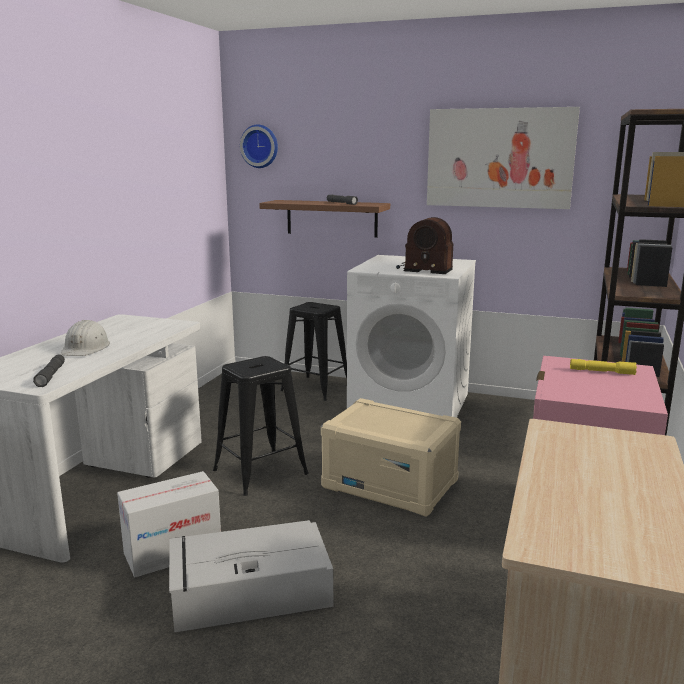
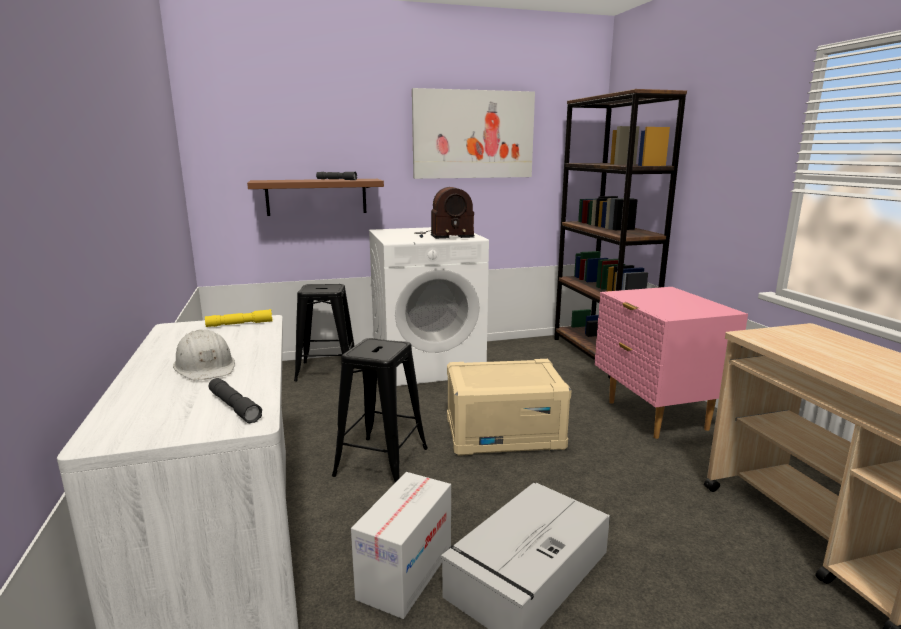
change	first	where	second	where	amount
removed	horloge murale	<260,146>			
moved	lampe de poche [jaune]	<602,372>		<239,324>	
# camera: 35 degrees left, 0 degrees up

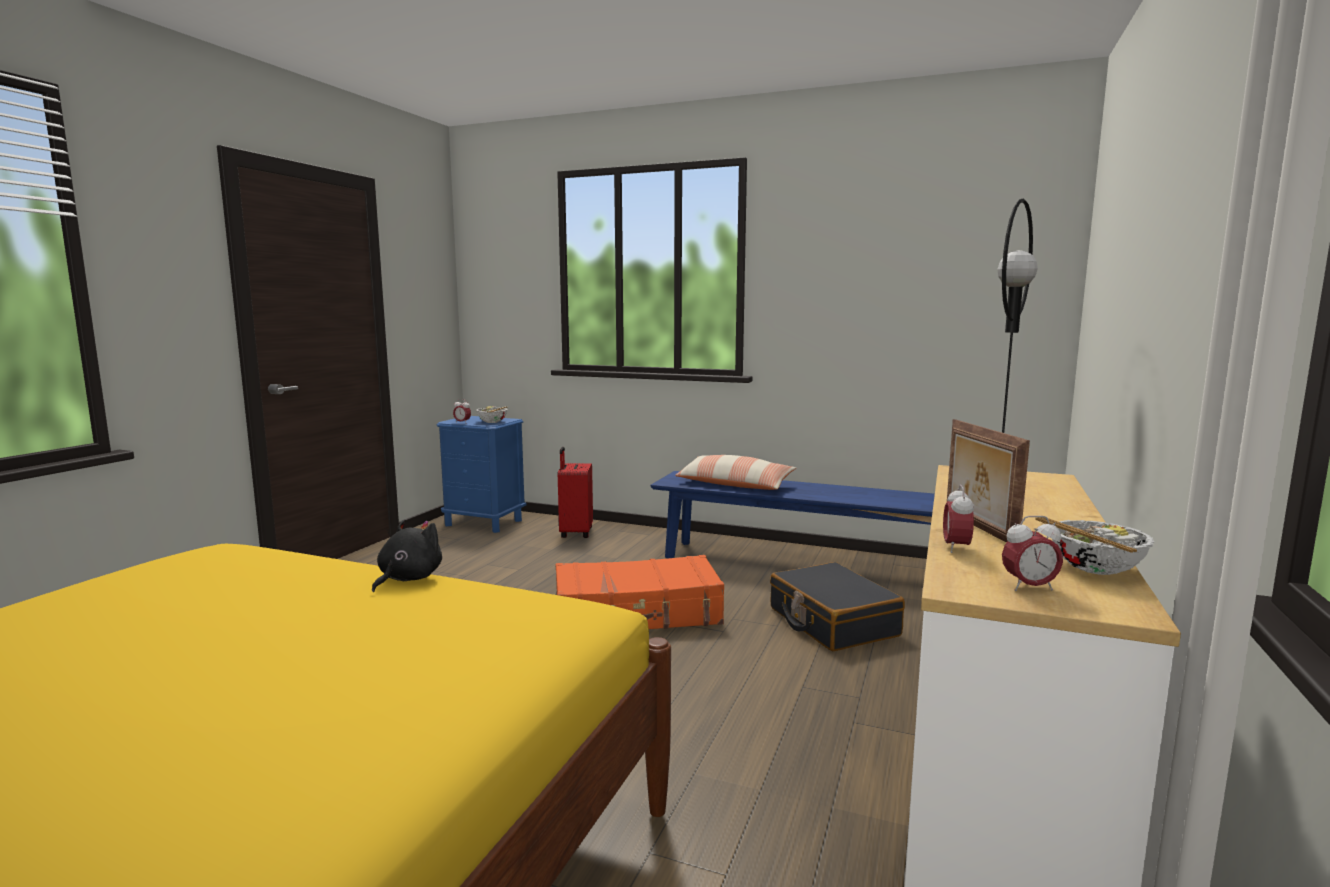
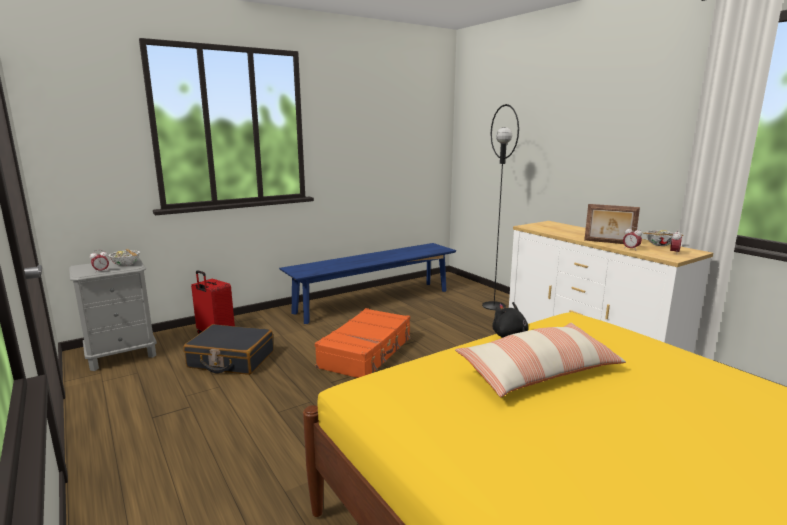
change	first	where	second	where	amount
recoloured	table de chevet [bleu]	<484,523>	table de chevet [gris]	<122,355>	
moved	coussin	<734,485>		<539,372>	
moved	valise [noir]	<832,622>		<231,360>	
# camera: 55 degrees left, 5 degrees up

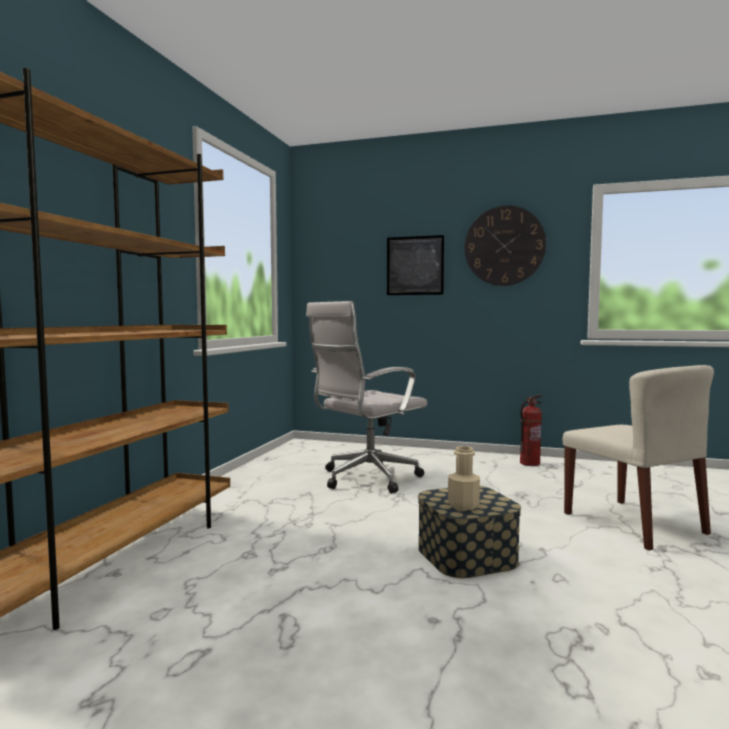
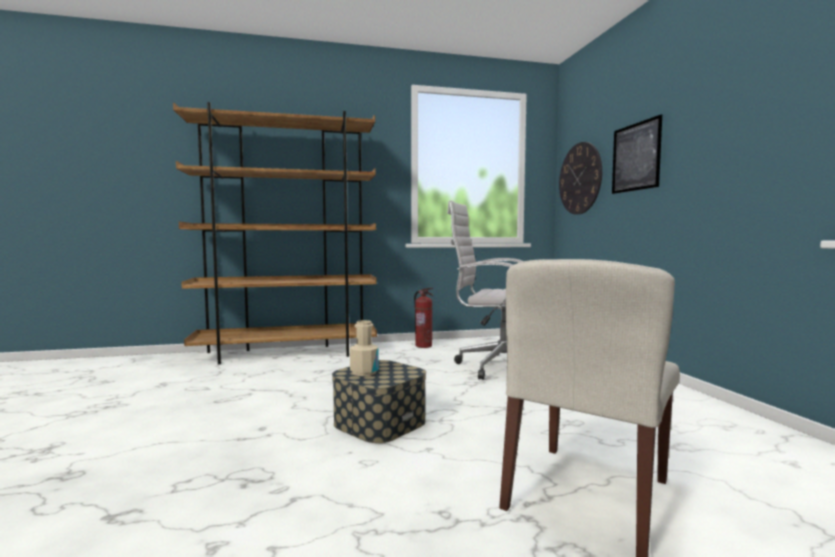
change	first	where	second	where	amount
moved	horloge murale	<504,246>		<580,178>	
moved	extincteur	<529,463>		<424,346>	
# camera: 60 degrees right, 0 degrees up

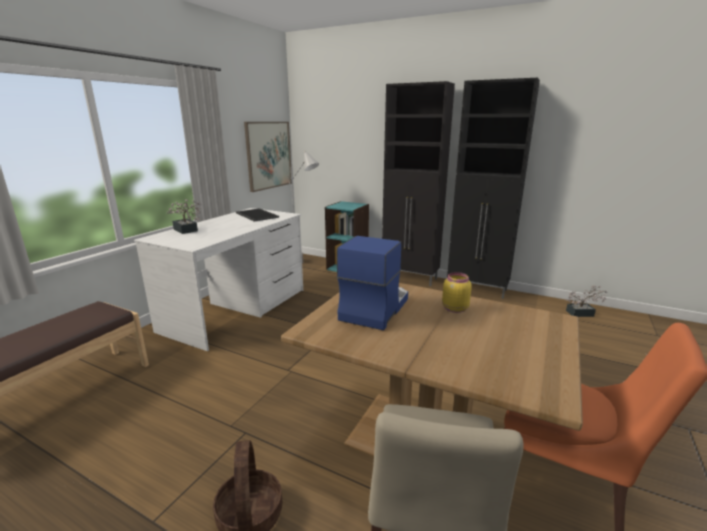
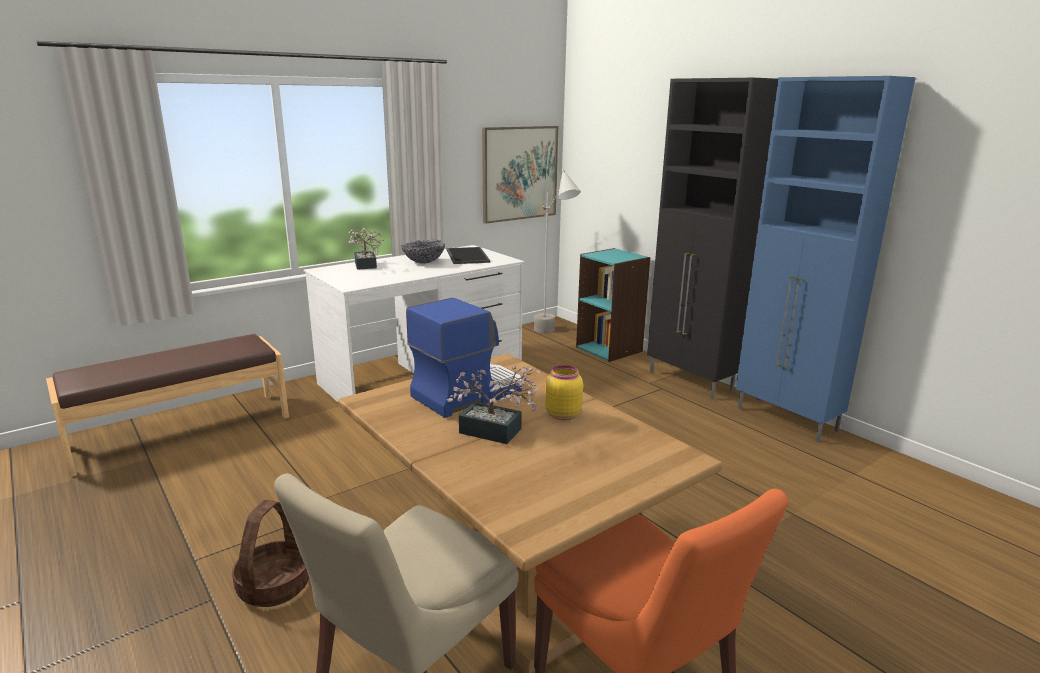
change	first	where	second	where	amount
recoloured	meuble de rangement [noir]	<478,290>	meuble de rangement [bleu]	<787,420>	
moved	plante en pot	<582,313>		<496,432>	
added			bol	<423,262>	
# camera: 25 degrees right, 0 degrees up

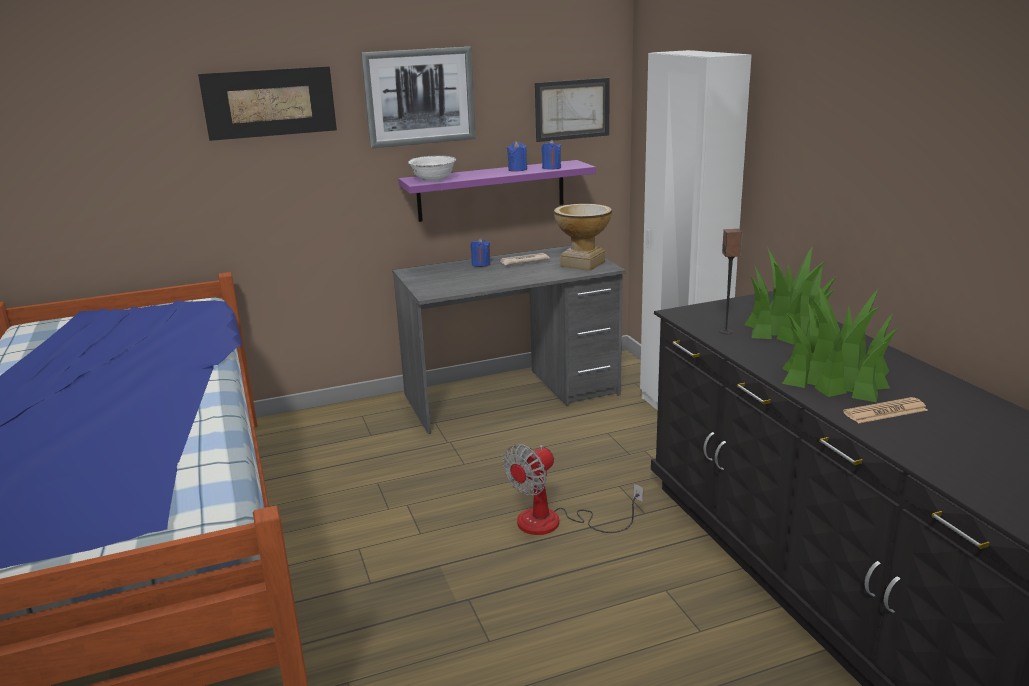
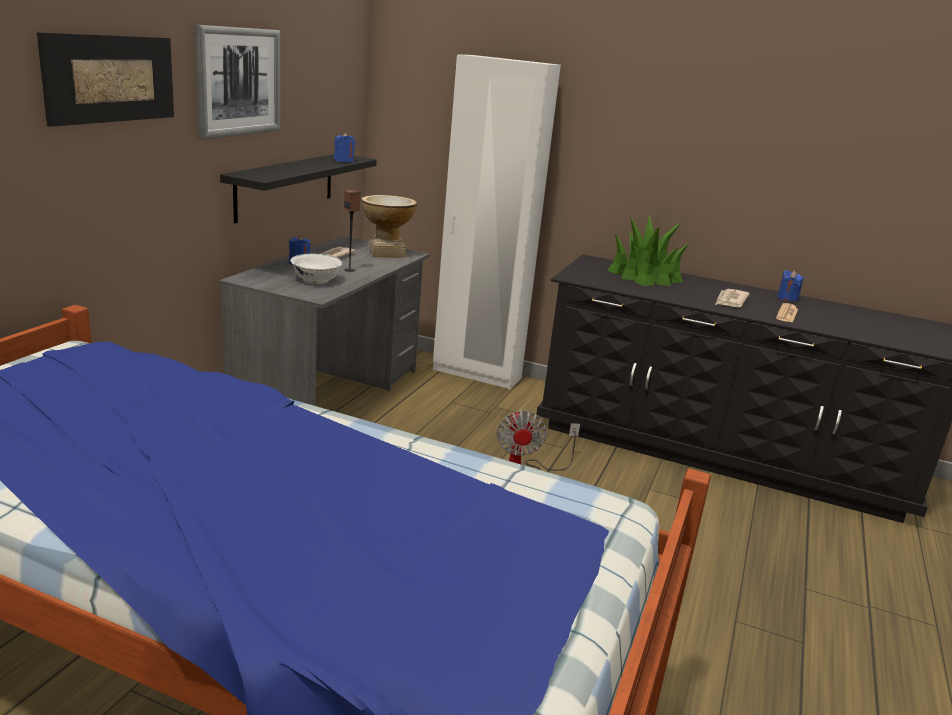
change	first	where	second	where	amount
recoloured	étagère [violet]	<491,190>	étagère [noir]	<285,186>	
moved	bol [blanc]	<433,179>		<315,280>	
moved	bougie [bleu]	<517,169>		<787,299>	
removed	tableau	<572,109>			
moved	enceinte	<726,331>		<349,270>	
replaced	plante en pot	<835,377>	journal	<730,300>	
# camera: 50 degrees left, 0 degrees up

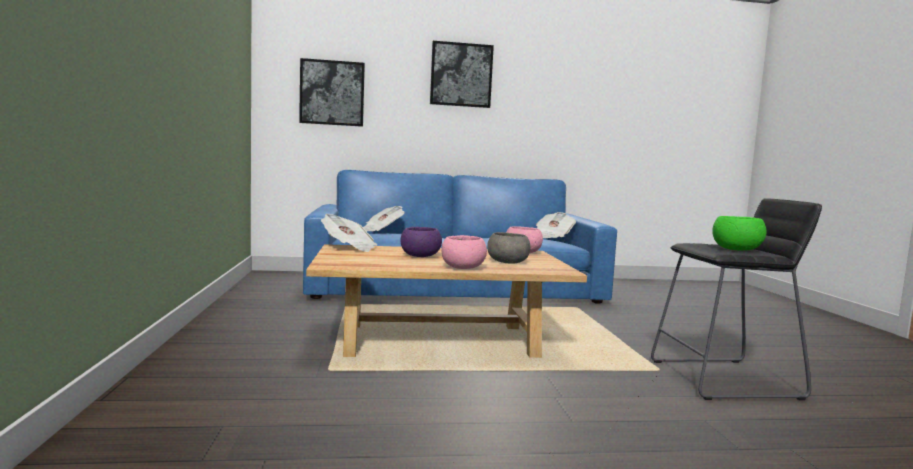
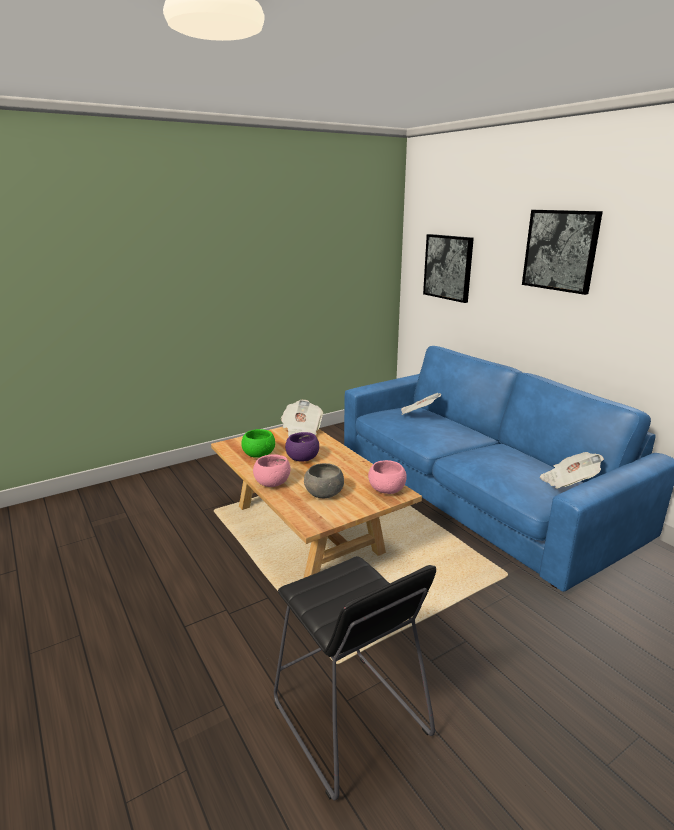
change	first	where	second	where	amount
moved	bol [vert]	<736,249>		<259,454>	
# camera: 65 degrees right, 15 degrees up

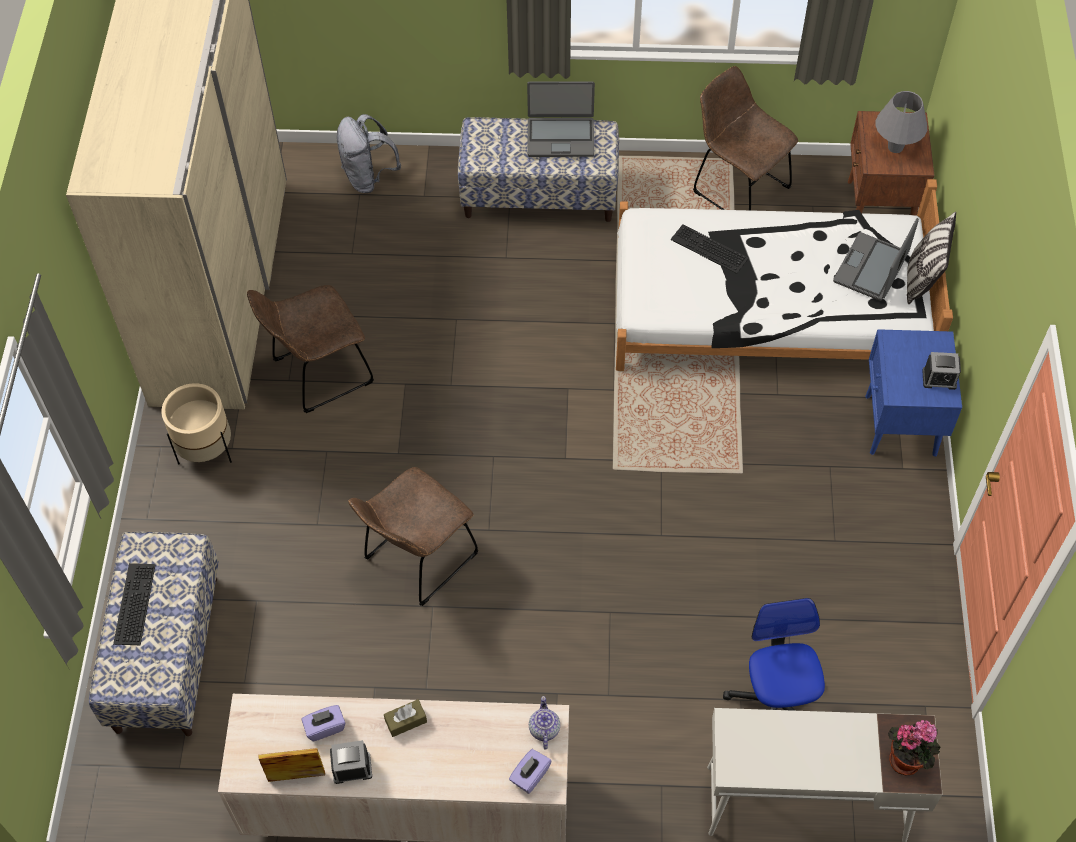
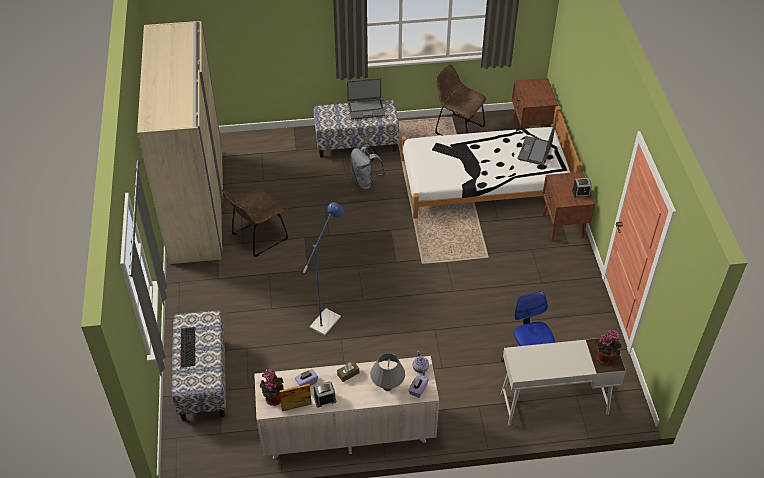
change	first	where	second	where	amount
removed	cache-pot [beige]	<206,450>			
moved	sac à dos [gris]	<368,177>		<365,181>	
replaced	chaise [marron]	<417,560>	lampadaire [bleu]	<328,318>	
recoloured	table de chevet [bleu]	<900,426>	table de chevet [marron]	<563,227>	
moved	lampe de table [gris]	<895,147>		<387,386>	
removed	coussin	<922,278>			
added			plante en pot	<273,398>	
# camera: 10 degrees left, 10 degrees down

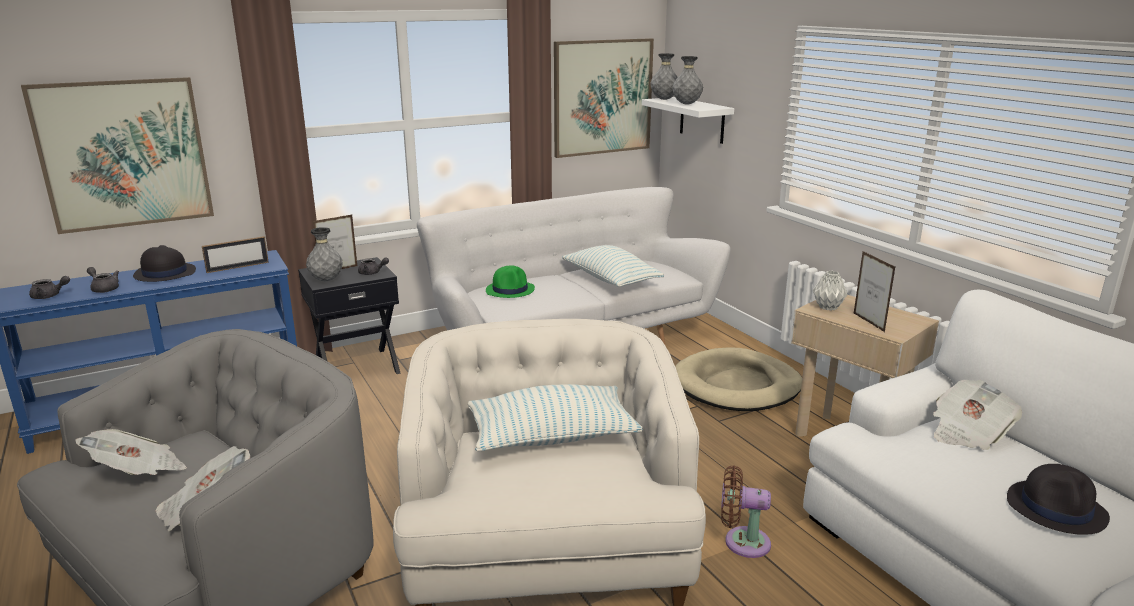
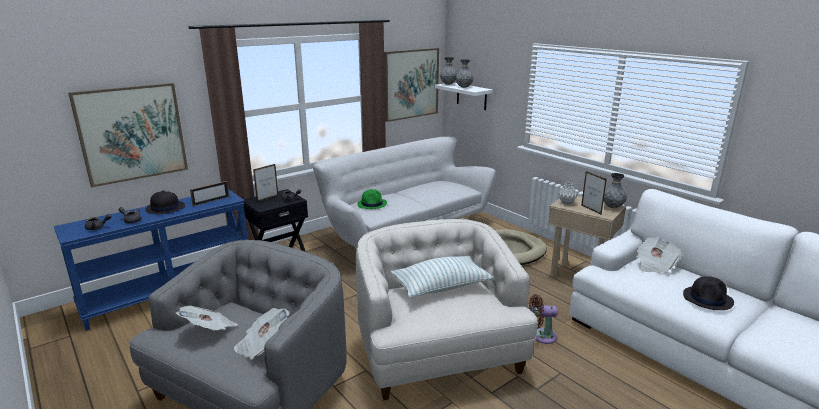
change	first	where	second	where	amount
moved	vase [gris]	<326,280>		<612,207>	
removed	coussin	<611,280>			
# camera: 10 degrees left, 0 degrees up

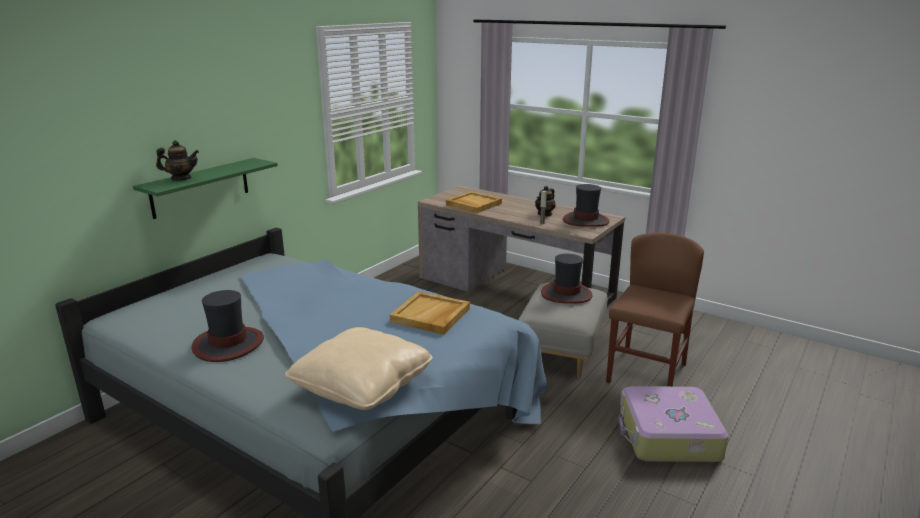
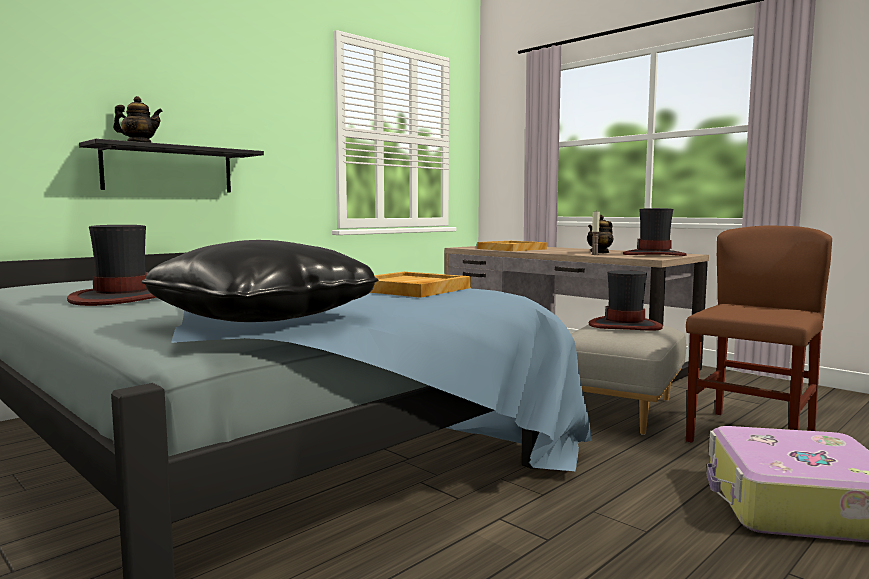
change	first	where	second	where	amount
recoloured	étagère [vert]	<200,187>	étagère [noir]	<168,170>	
recoloured	coussin [beige]	<362,385>	coussin [noir]	<263,317>	
# camera: 10 degrees right, 15 degrees down

